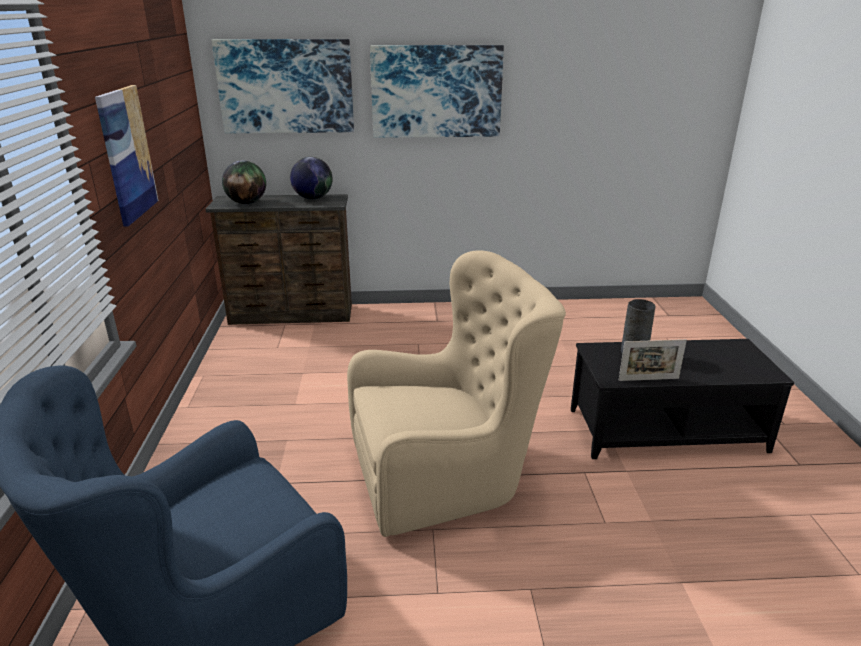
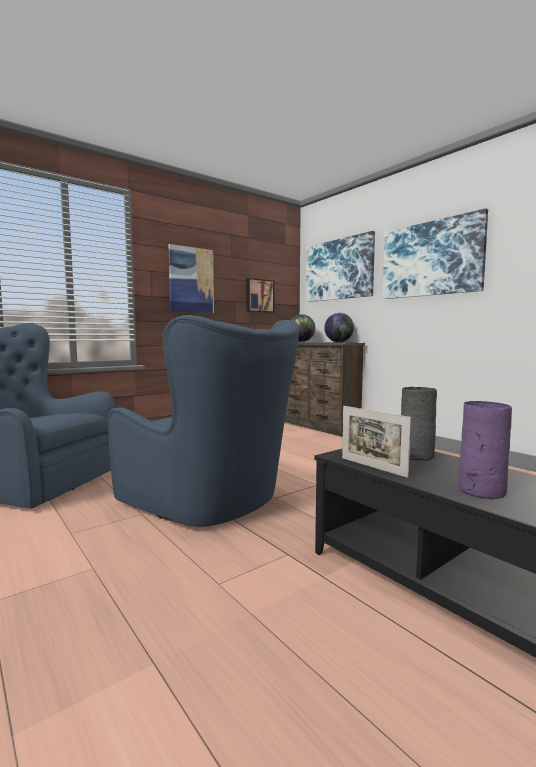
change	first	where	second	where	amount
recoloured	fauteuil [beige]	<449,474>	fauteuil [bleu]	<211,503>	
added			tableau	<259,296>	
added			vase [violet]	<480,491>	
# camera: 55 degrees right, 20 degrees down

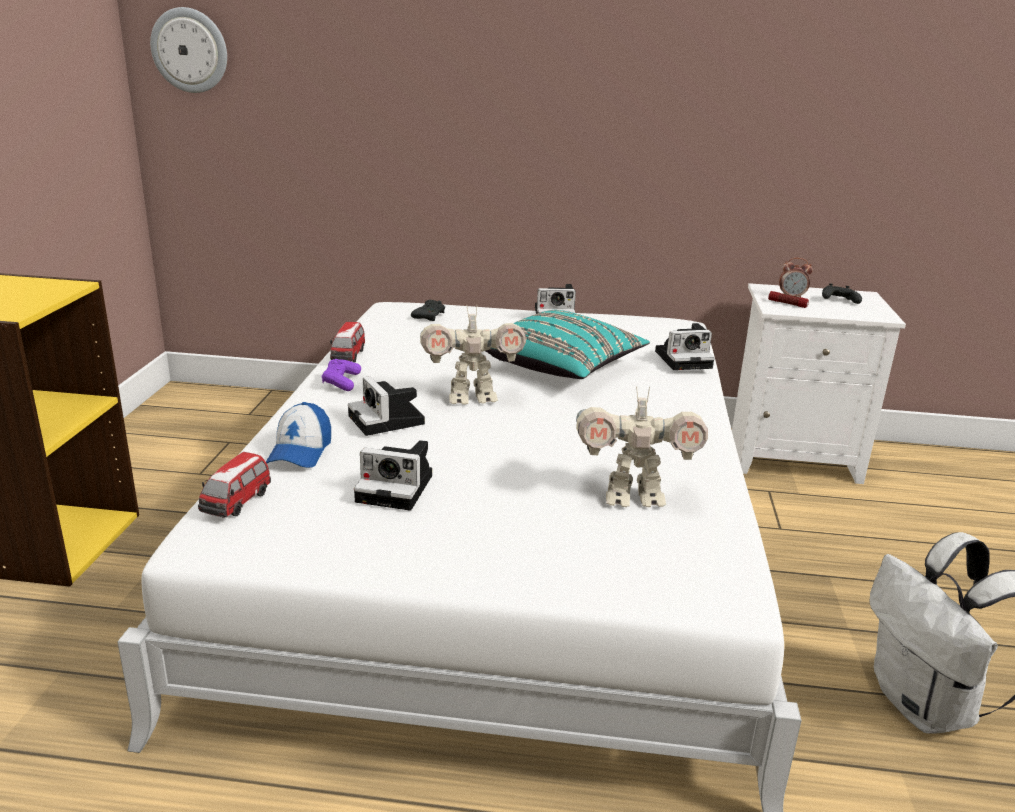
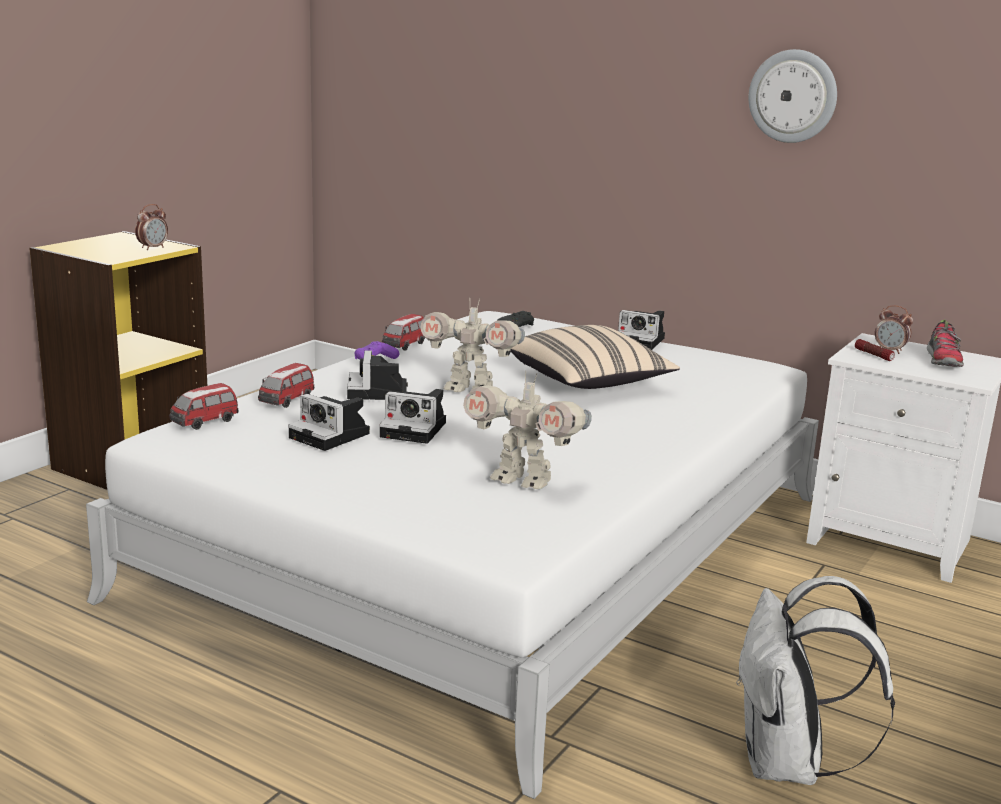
change	first	where	second	where	amount
moved	horloge murale	<190,50>		<793,96>	
replaced	casquette	<300,451>	petite voiture	<287,401>	
recoloured	coussin [turquoise]	<562,368>	coussin [beige]	<588,383>	
moved	appareil photo	<685,359>		<416,429>	
replaced	manette [noir]	<838,301>	chaussure	<943,361>	
added			réveil	<153,248>	
# camera: 25 degrees right, 5 degrees down

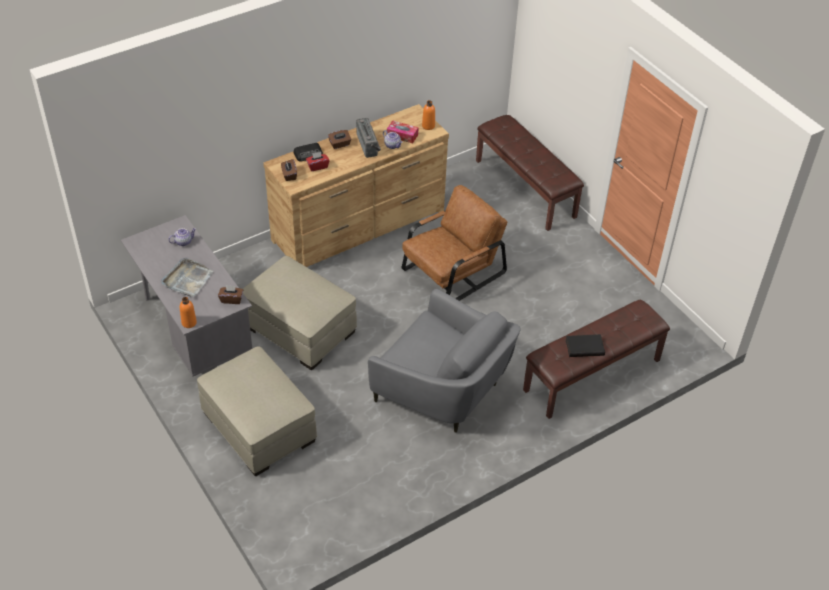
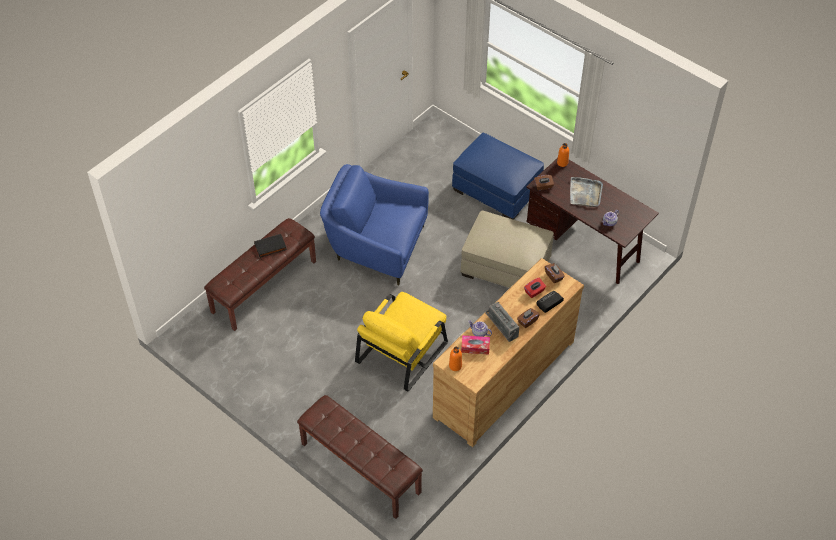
change	first	where	second	where	amount
recoloured	bureau [gris]	<194,331>	bureau [marron]	<584,245>	
recoloured	pouf [beige]	<258,426>	pouf [bleu]	<497,190>	
recoloured	fauteuil [gris]	<443,391>	fauteuil [bleu]	<376,246>	
recoloured	fauteuil [marron]	<452,272>	fauteuil [jaune]	<402,351>	
# camera: 165 degrees right, 5 degrees up

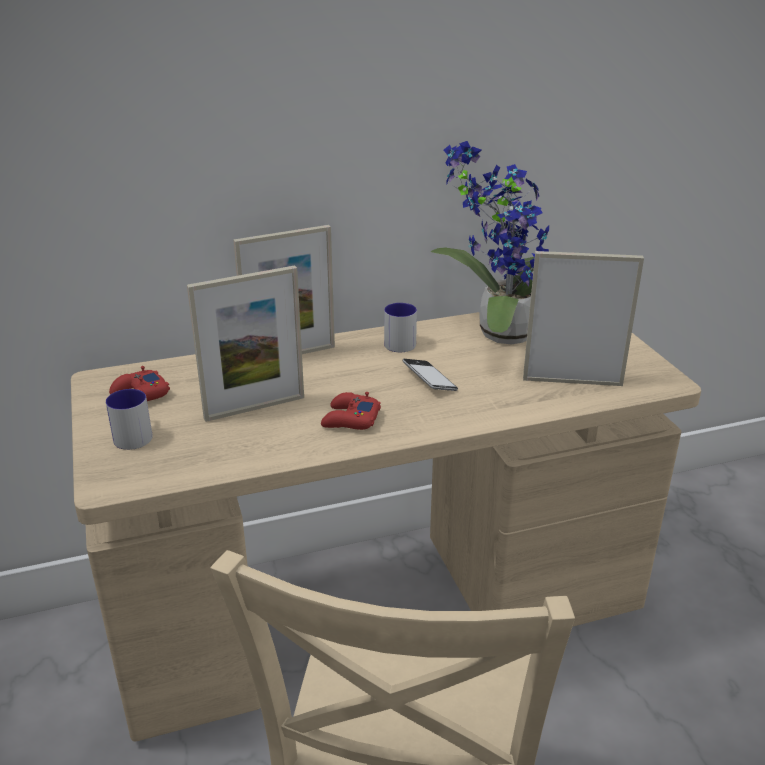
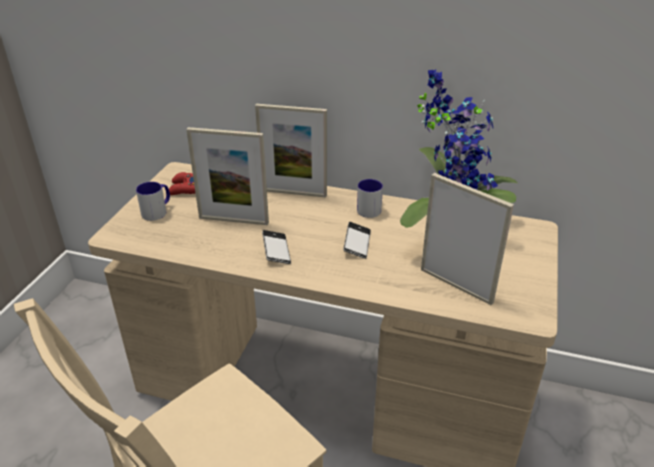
change	first	where	second	where	amount
replaced	manette [rouge]	<350,419>	téléphone	<276,250>	
# camera: 35 degrees right, 5 degrees up

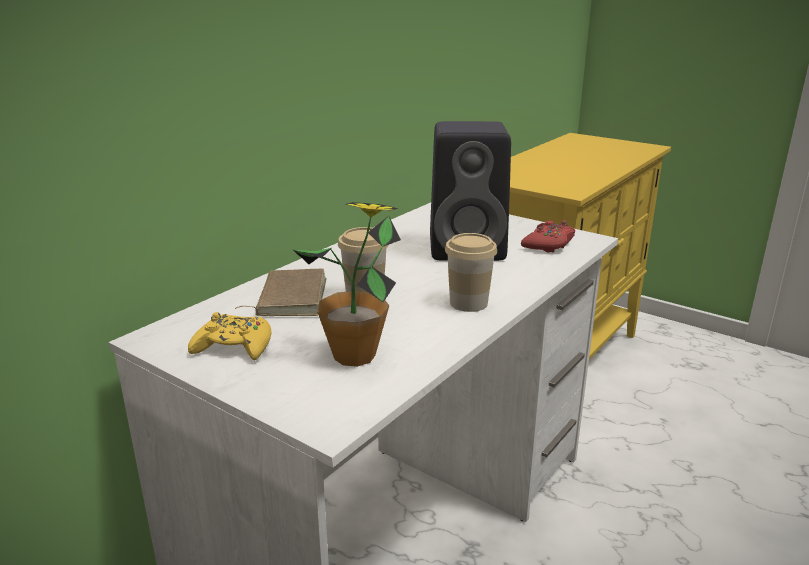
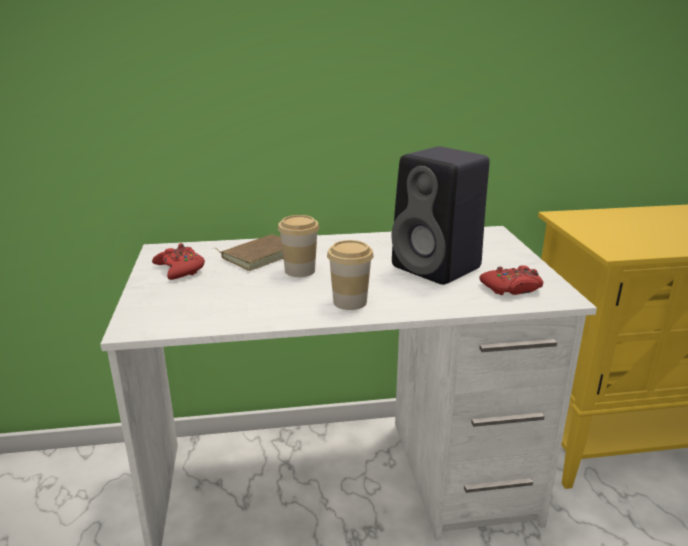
change	first	where	second	where	amount
recoloured	manette [jaune]	<234,346>	manette [rouge]	<180,269>	
removed	plante en pot	<354,356>			
# camera: 45 degrees right, 0 degrees up

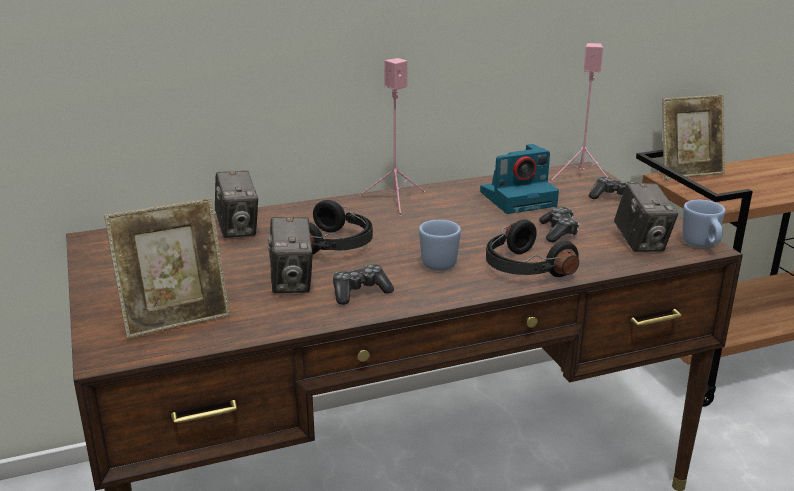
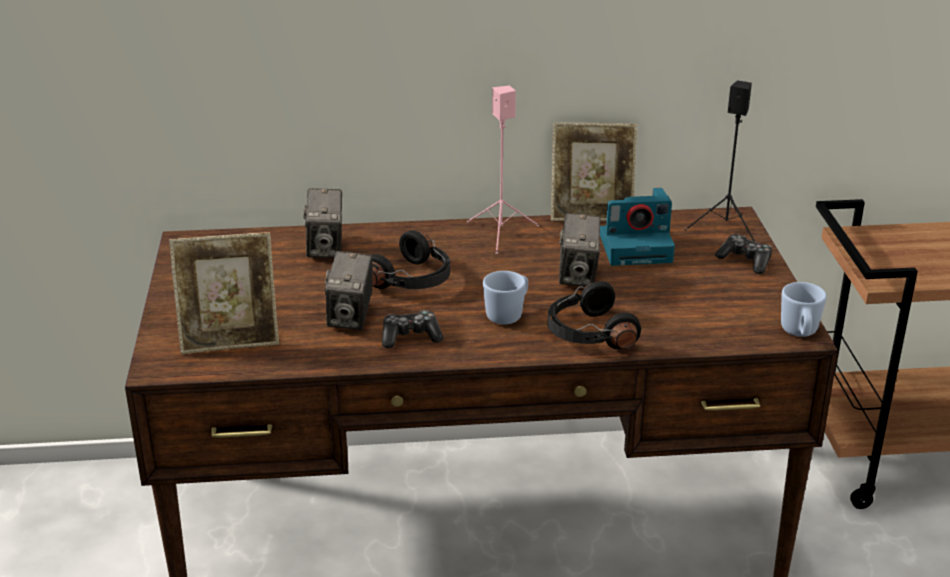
change	first	where	second	where	amount
removed	manette	<558,232>			
recoloured	enceinte [rose]	<582,177>	enceinte [noir]	<726,228>	
moved	appareil photo	<641,243>		<578,276>	
moved	cadre photo	<688,172>		<591,214>	
# camera: 15 degrees right, 5 degrees up

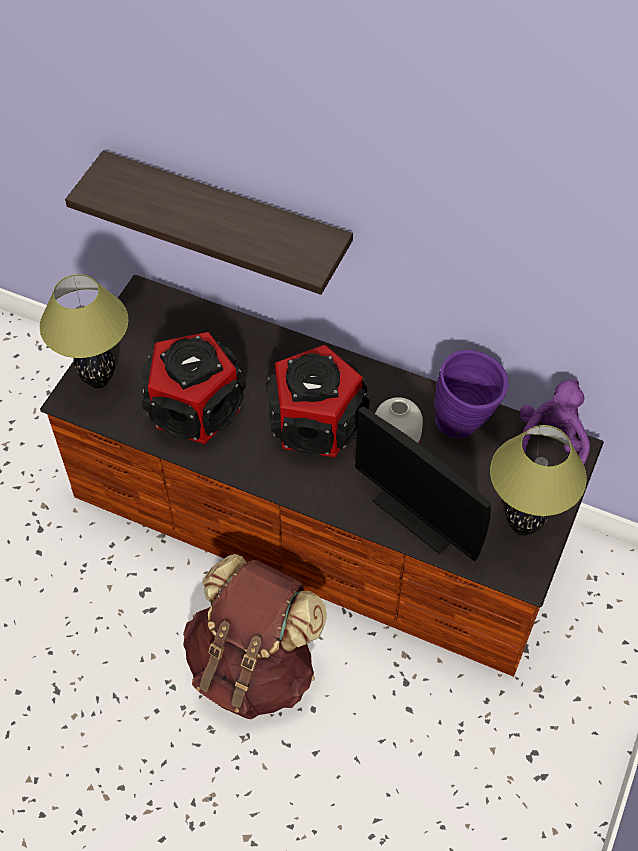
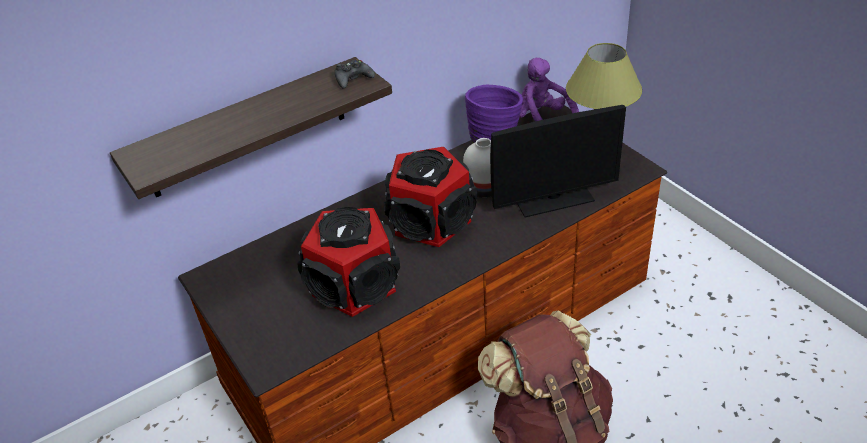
change	first	where	second	where	amount
removed	lampe de table	<98,379>			
added			manette [noir]	<353,79>	
# camera: 55 degrees left, 15 degrees down

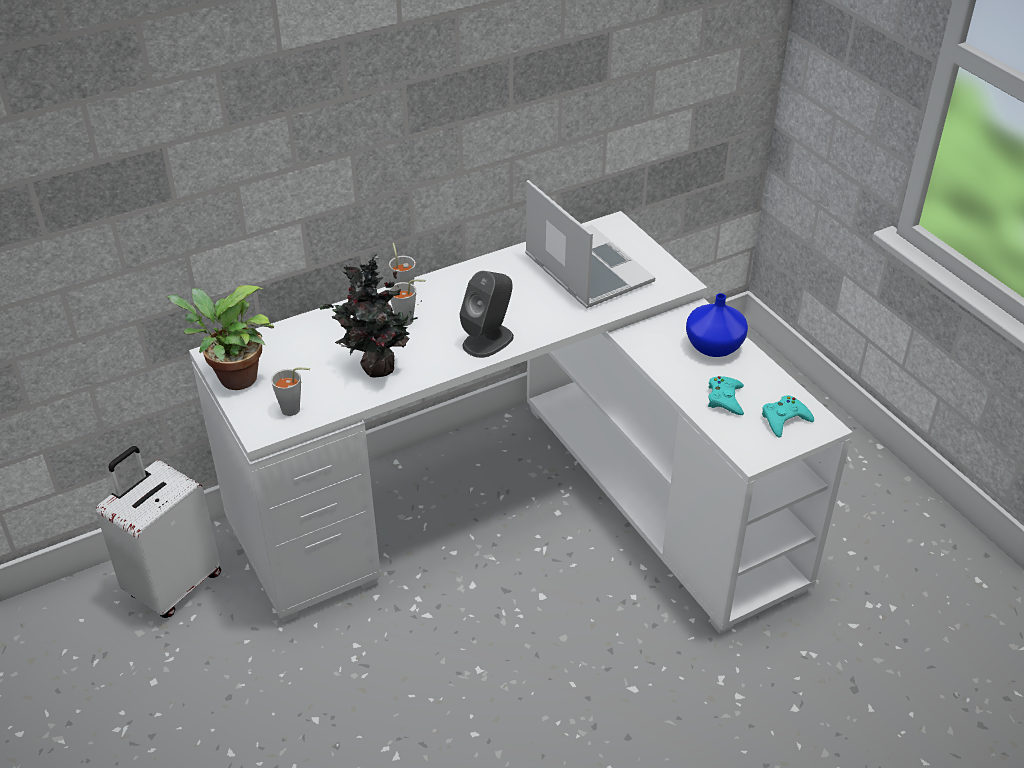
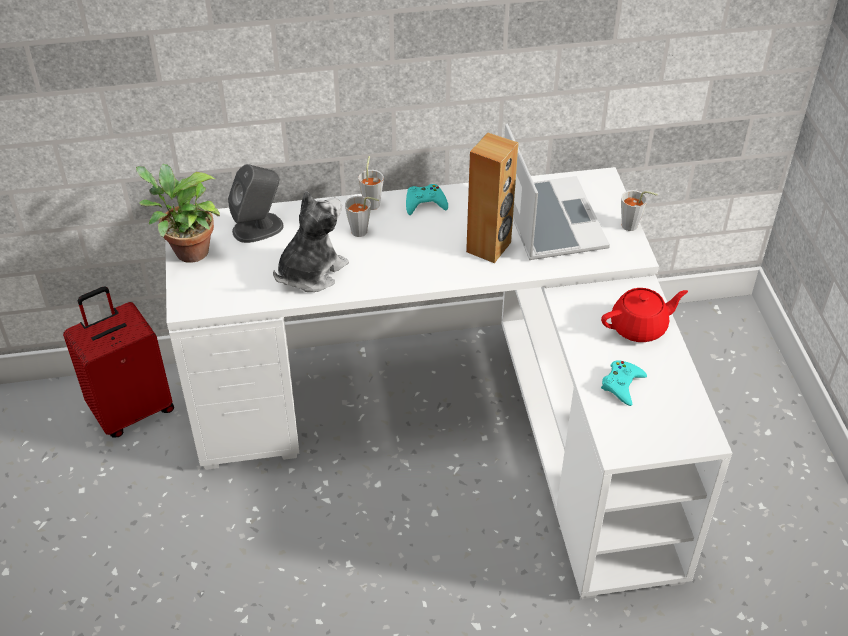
change	first	where	second	where	amount
recoloured	valise [blanc]	<173,585>	valise [rouge]	<132,409>	
moved	tasse [gris]	<295,410>		<633,227>	
replaced	plante en pot	<375,368>	peluche	<311,272>	
moved	enceinte [gris]	<488,340>		<258,228>	
replaced	vase [bleu]	<714,345>	théière [rouge]	<639,327>	
moved	manette [turquoise]	<784,419>		<425,203>	
added			enceinte [marron]	<489,247>	
# camera: 20 degrees right, 5 degrees up

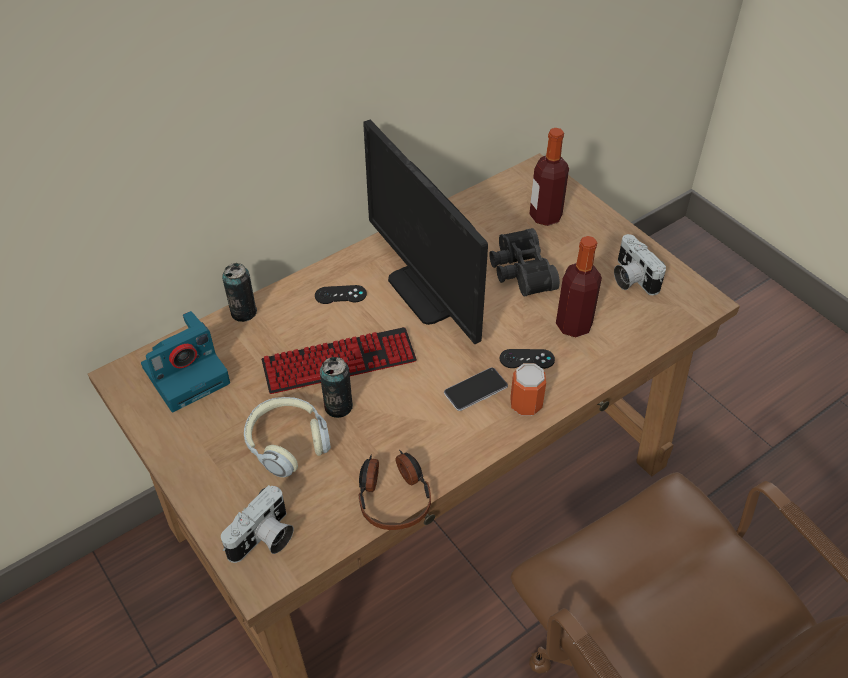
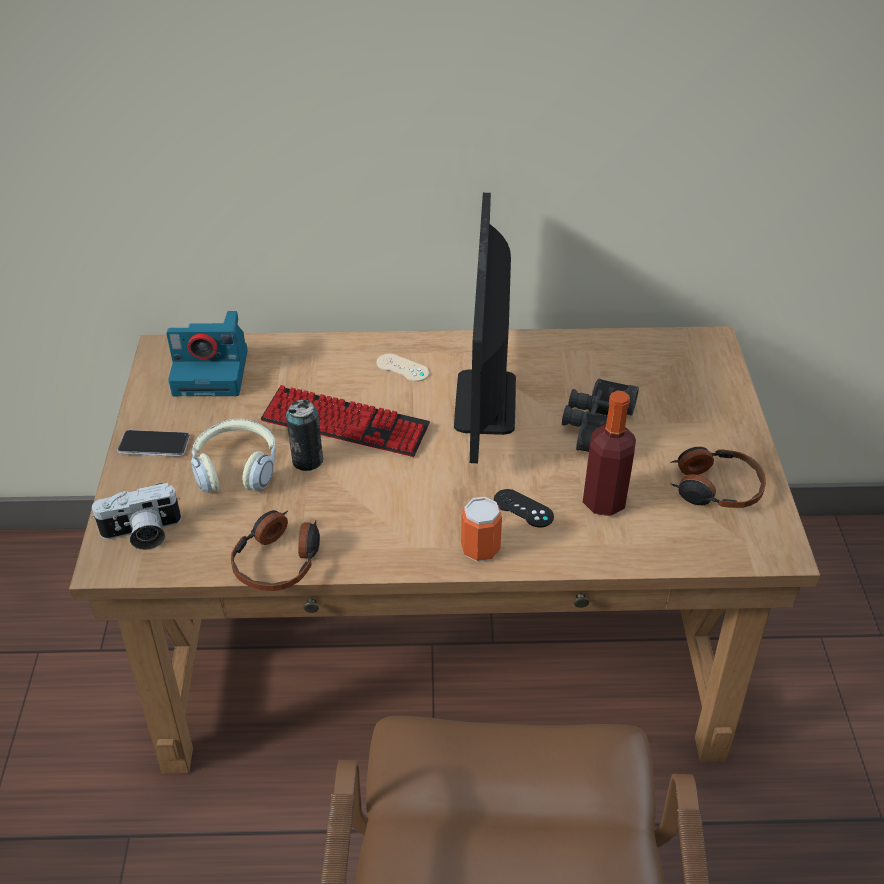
change	first	where	second	where	amount
removed	boîte métallique	<243,312>			
recoloured	manette [noir]	<340,295>	manette [beige]	<402,368>	
moved	téléphone	<475,390>		<154,444>	
removed	bouteille	<545,216>			
replaced	appareil photo	<631,278>	casque audio	<714,487>	
# camera: 35 degrees right, 5 degrees down

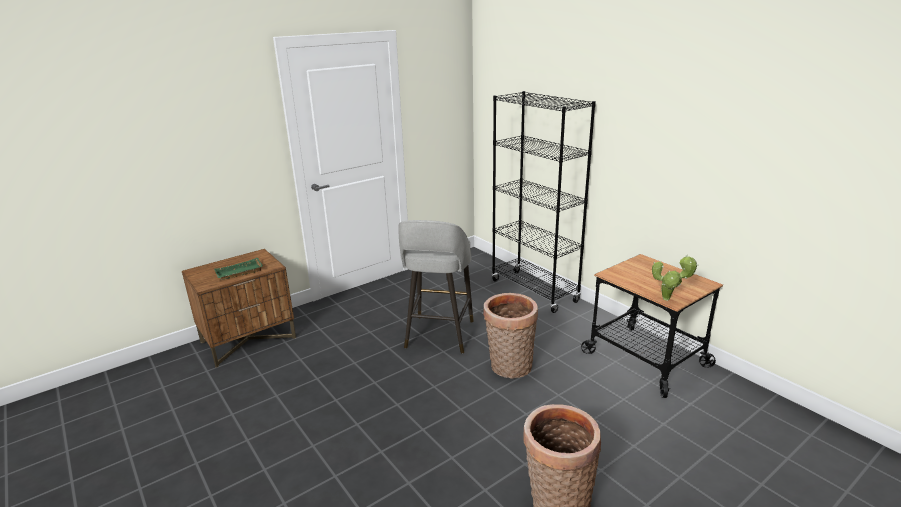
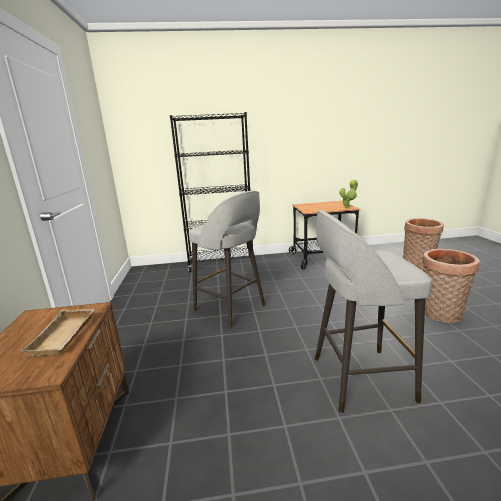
change	first	where	second	where	amount
recoloured	plateau [vert]	<239,273>	plateau [beige]	<65,336>	
moved	panier	<509,368>		<418,267>	
added			tabouret [gris]	<358,378>	
# camera: 60 degrees left, 5 degrees down

